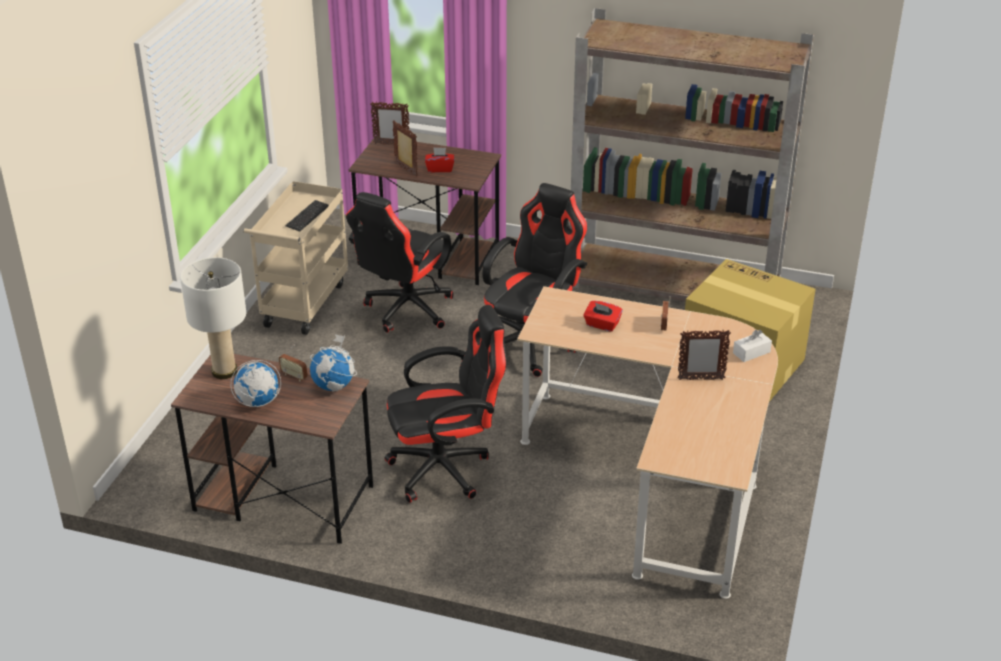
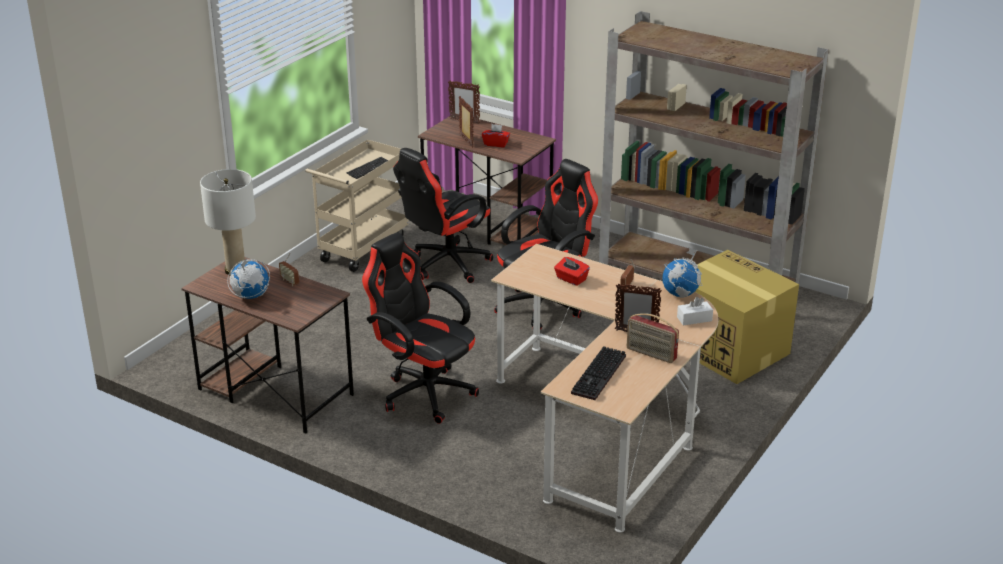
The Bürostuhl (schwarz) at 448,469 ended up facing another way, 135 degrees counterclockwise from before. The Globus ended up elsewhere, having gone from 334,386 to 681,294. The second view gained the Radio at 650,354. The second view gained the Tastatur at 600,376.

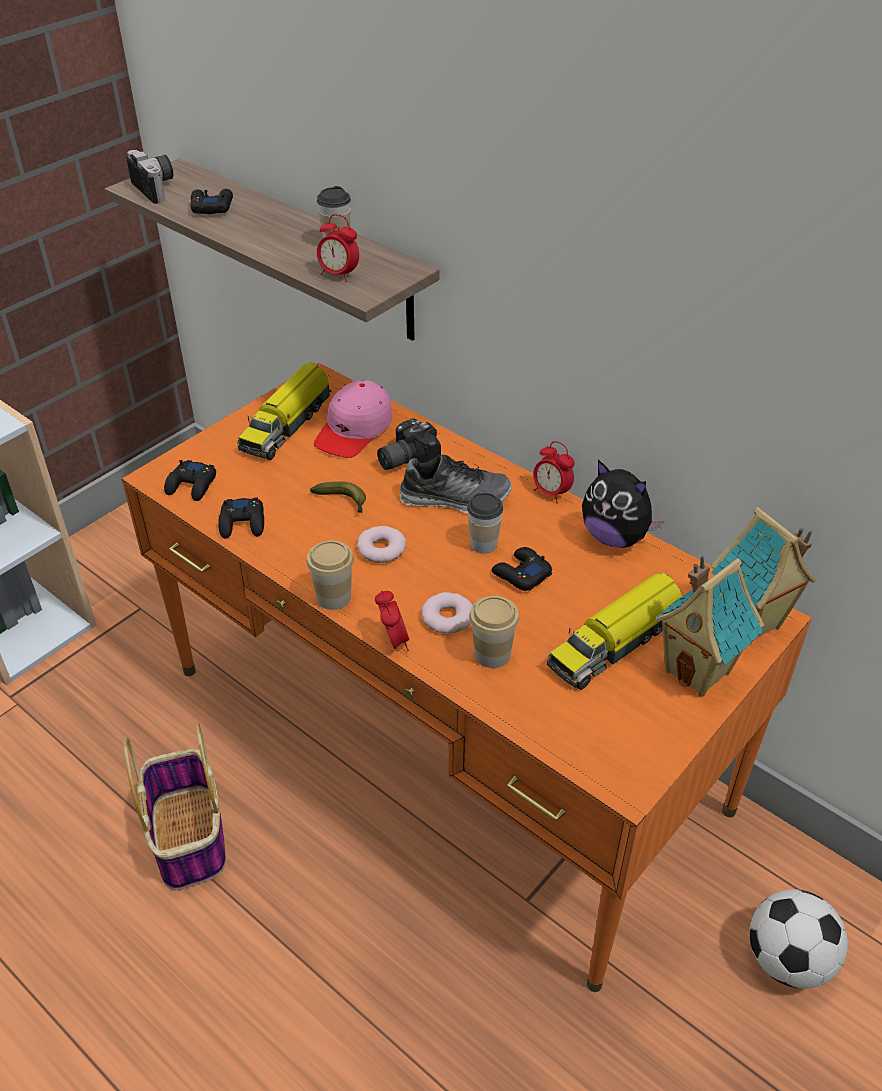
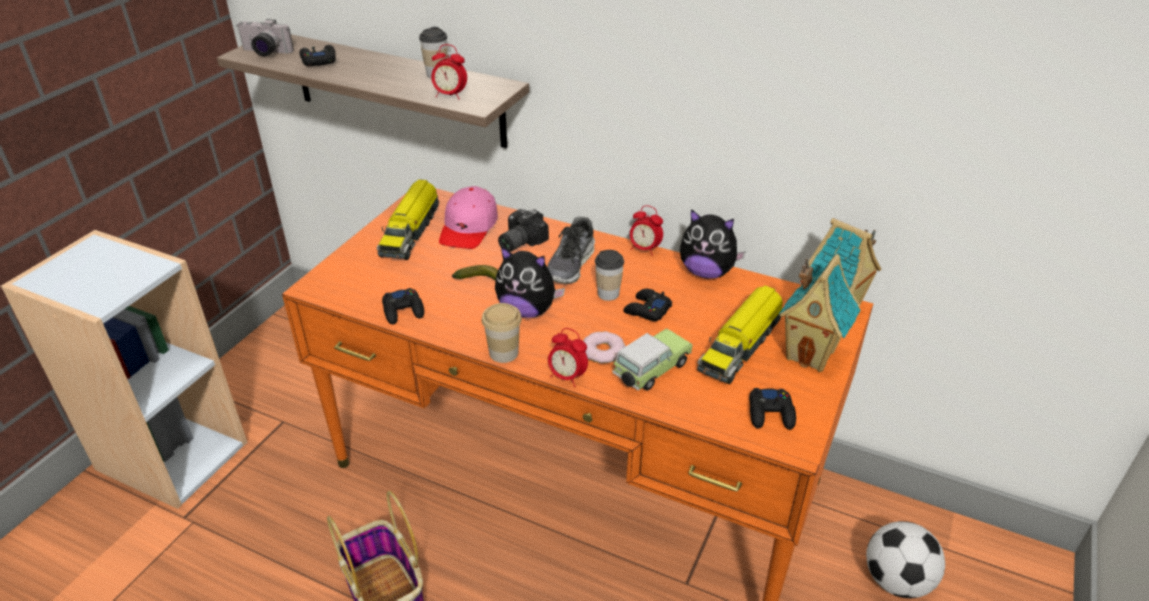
The Kamera at 157,188 ended up facing another way, 150 degrees clockwise from before. The Schuh at 455,498 ended up facing another way, 120 degrees clockwise from before. The Gamepad (schwarz) ended up elsewhere, having gone from 192,486 to 771,414. Where the Donut stood at 381,548, the Plüschtier came to stand at 527,310. The Wecker at 393,641 ended up facing another way, 150 degrees clockwise from before. Where the Tasse stood at 492,654, the Spielzeugauto came to stand at 650,371.

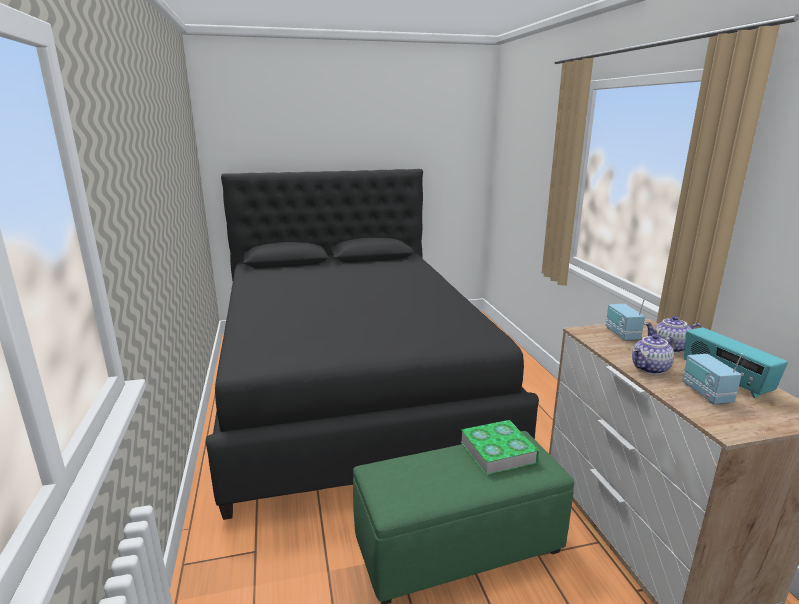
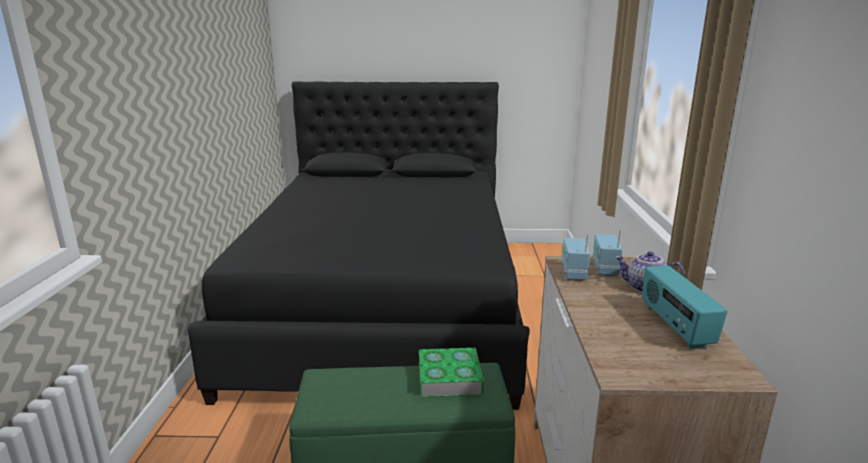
The second view lost the Teekanne at 650,369. The Radio ended up elsewhere, having gone from 706,393 to 573,273.

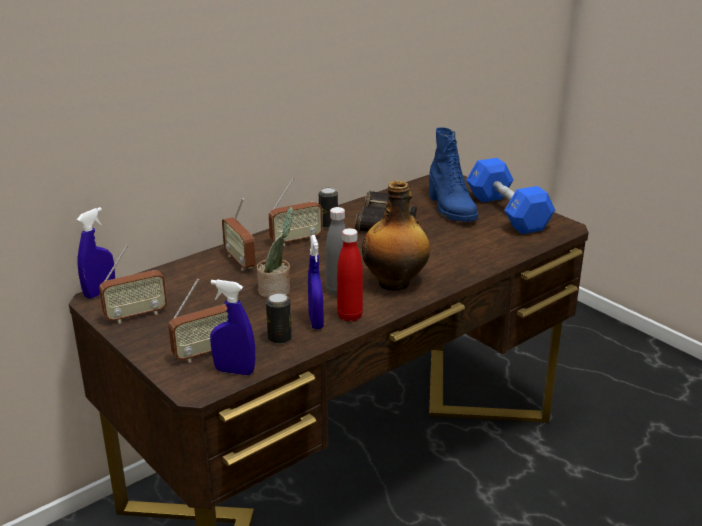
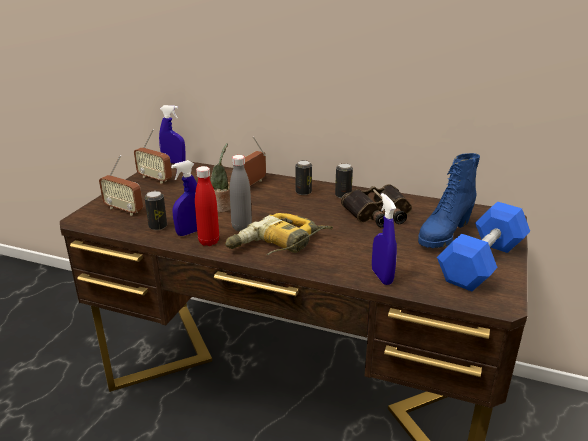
Where the Radio stood at 296,240, the Dose came to stand at 303,192. Where the Flasche stood at 395,283, the Bohrmaschine came to stand at 278,245. The Sprühflasche (blau) ended up elsewhere, having gone from 234,371 to 382,277.

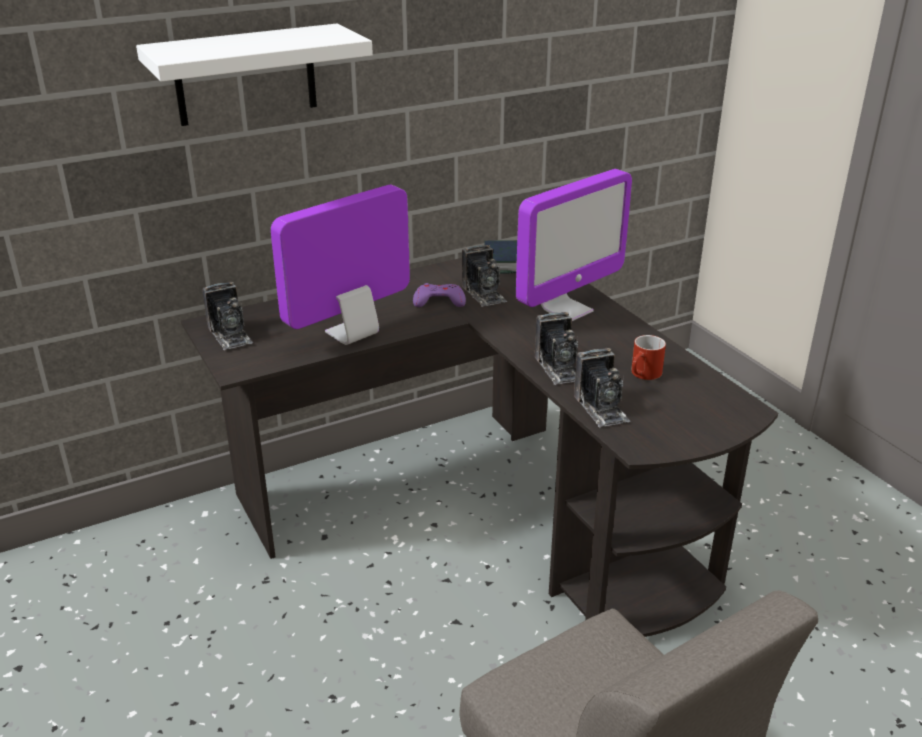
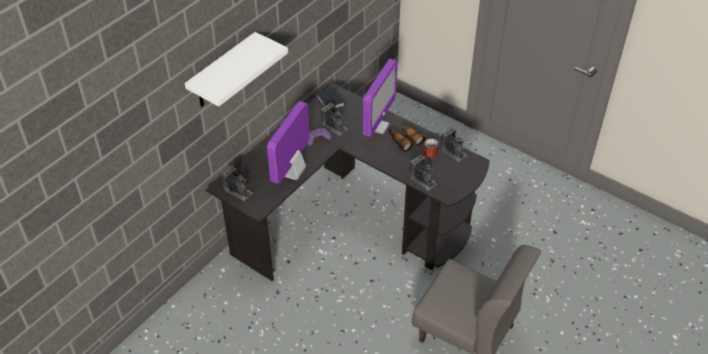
The Kamera ended up elsewhere, having gone from 559,368 to 453,152. The second view gained the Fernglas at 404,140.

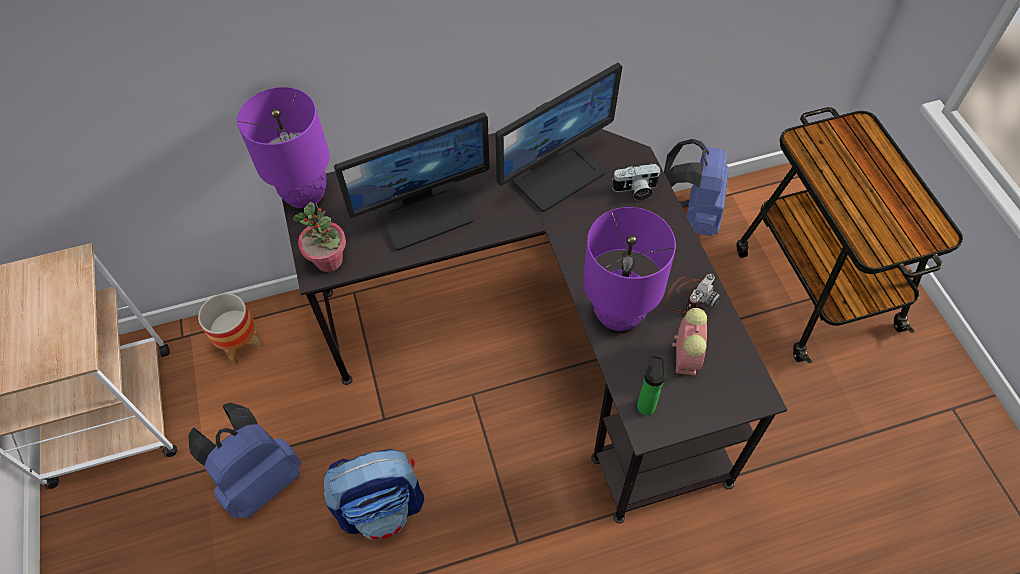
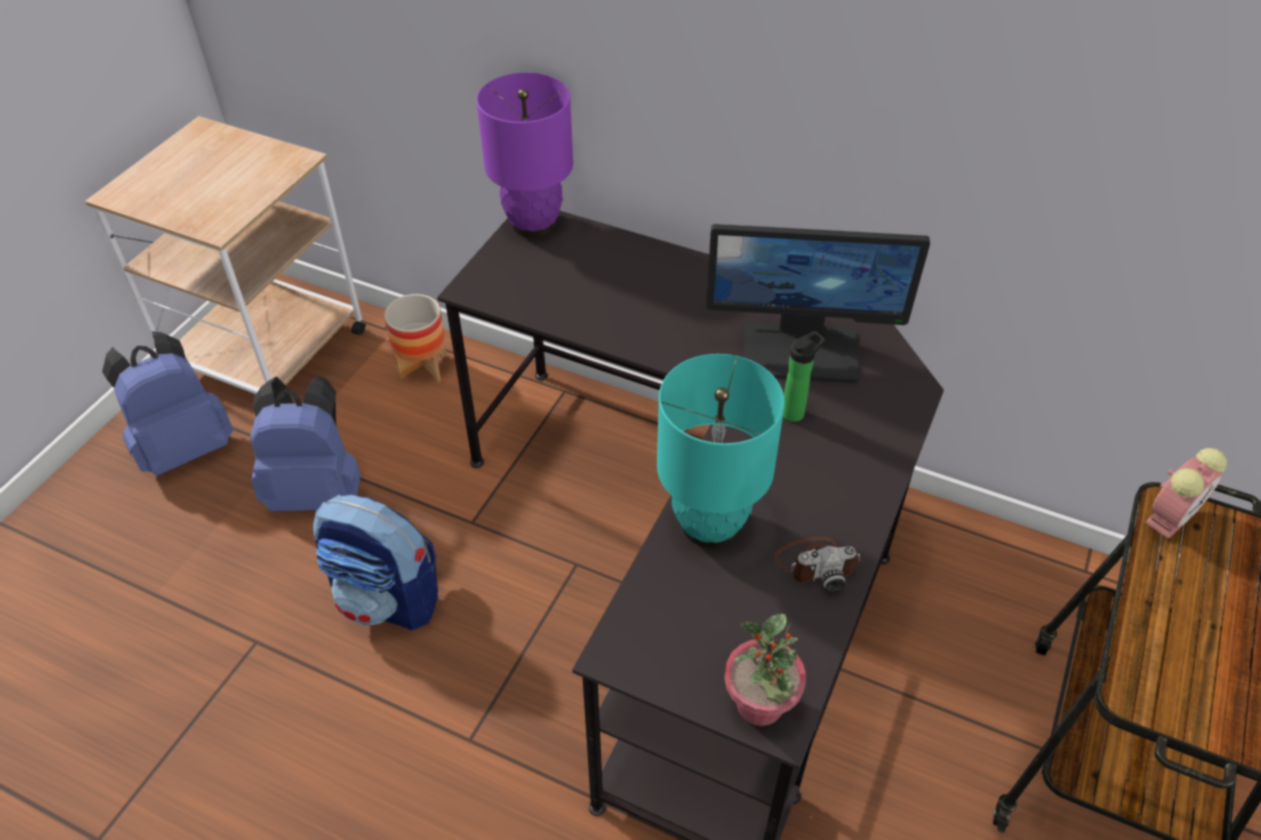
The second view lost the Monitor at 425,214. The Rucksack (blau) ended up elsewhere, having gone from 692,215 to 185,447. The second view lost the Kamera at 636,191. The Topfpflanze ended up elsewhere, having gone from 329,260 to 760,705. What was the Tischlampe (lila) at 617,316 turned into the Tischlampe (türkis) at 709,524. The Wecker ended up elsewhere, having gone from 685,355 to 1171,515. The Flasche ended up elsewhere, having gone from 646,403 to 795,412.

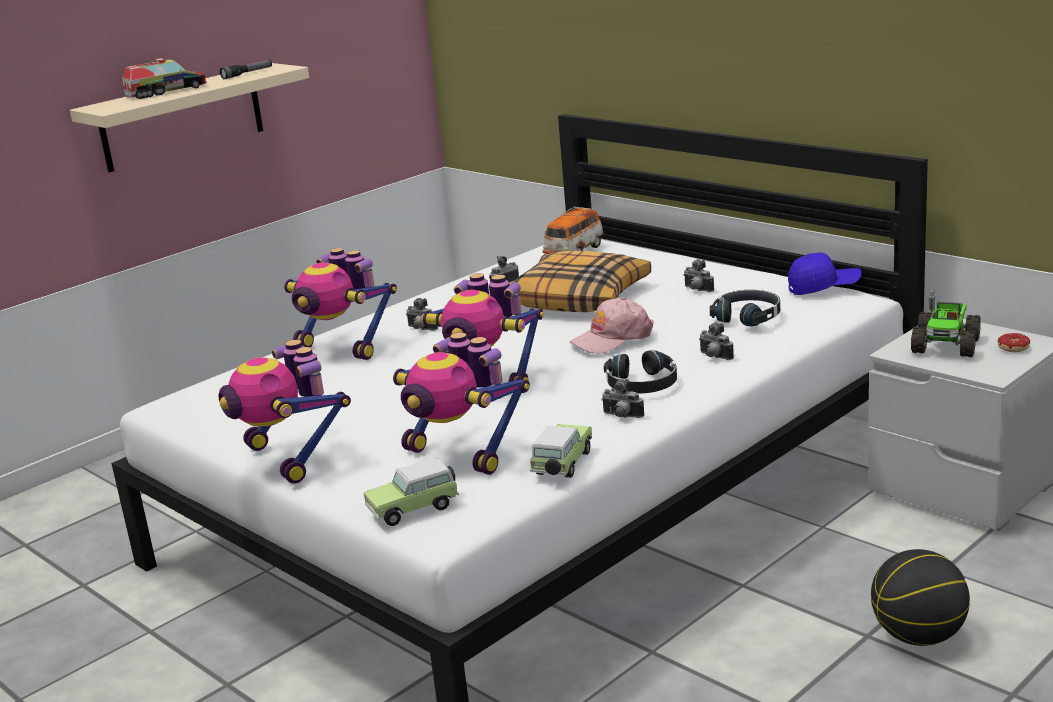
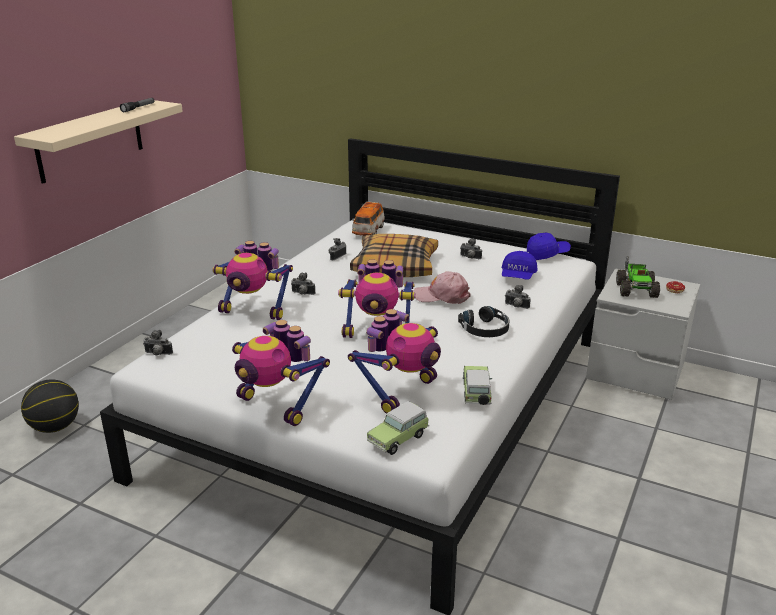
The second view lost the Spielzeuglaster at 166,91. Where the Kopfhörer (schwarz) stood at 748,316, the Kappe (blau) came to stand at 518,276. The Kappe (rosa) at 612,338 ended up facing another way, 60 degrees clockwise from before. The Spielzeugroboter at 461,454 ended up facing another way, 75 degrees counterclockwise from before. The Kamera ended up elsewhere, having gone from 622,416 to 157,354. The Basketball ended up elsewhere, having gone from 919,637 to 55,427.

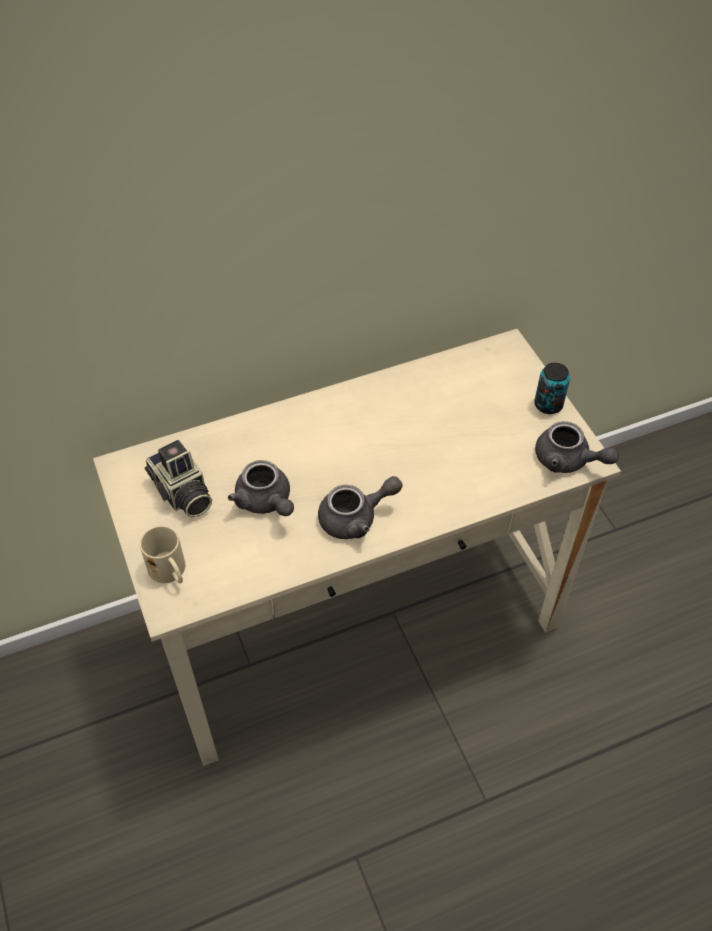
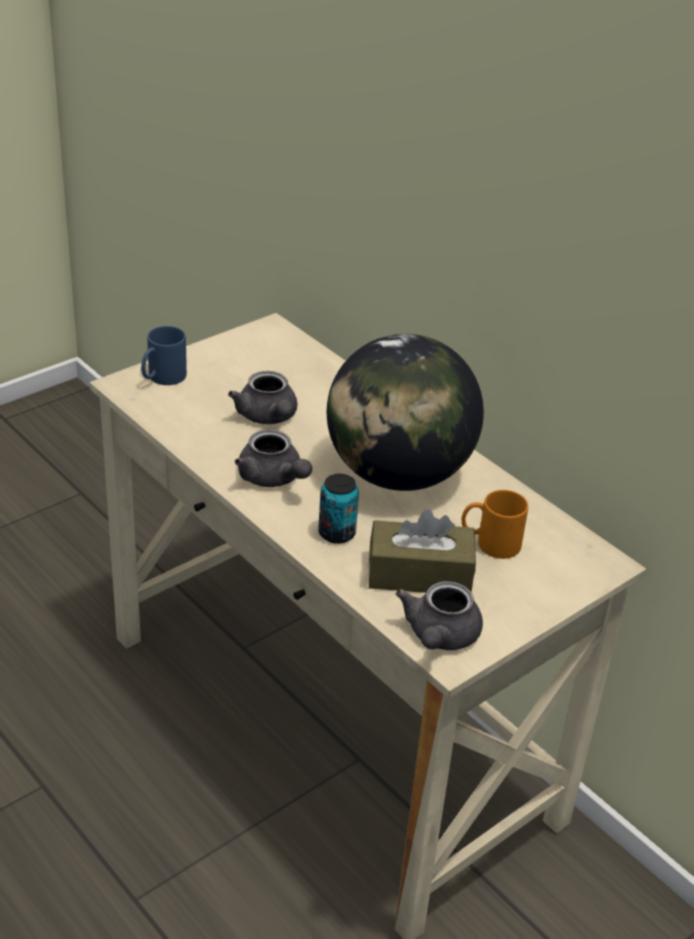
The Dose ended up elsewhere, having gone from 548,405 to 337,533. The second view lost the Kamera at 181,493. The Teekanne (grau) at 266,502 ended up facing another way, 60 degrees counterclockwise from before. What was the Henkelbecher (beige) at 171,572 turned into the Henkelbecher (blau) at 162,378. The second view gained the Globus at 398,474. The second view gained the Henkelbecher (orange) at 489,543. The second view gained the Taschentuchbox (braun) at 419,574.

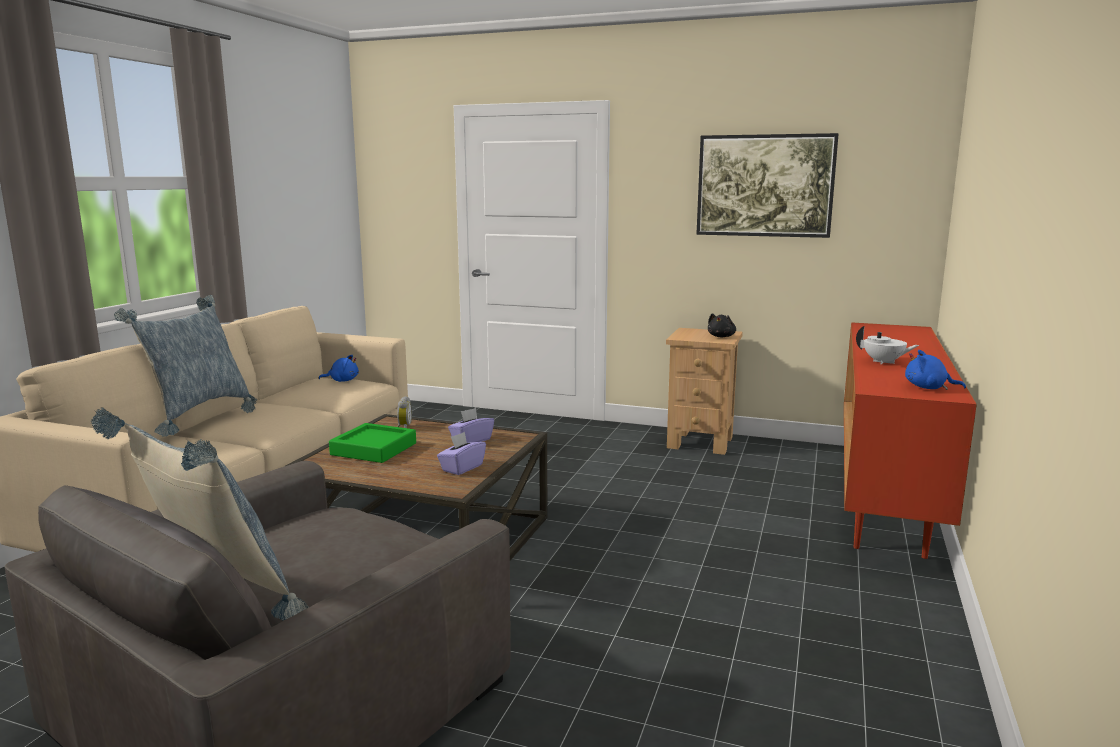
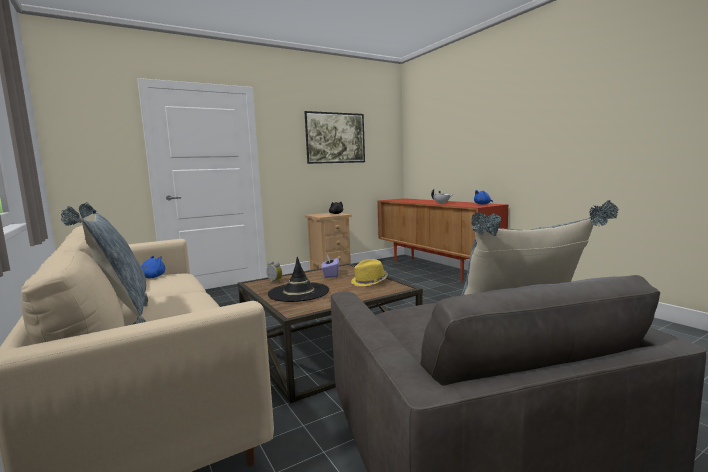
Where the Tablett (grün) stood at 374,449, the Hut (schwarz) came to stand at 298,292. Where the Taschentuchbox (lila) stood at 462,468, the Hut (gelb) came to stand at 369,282.

